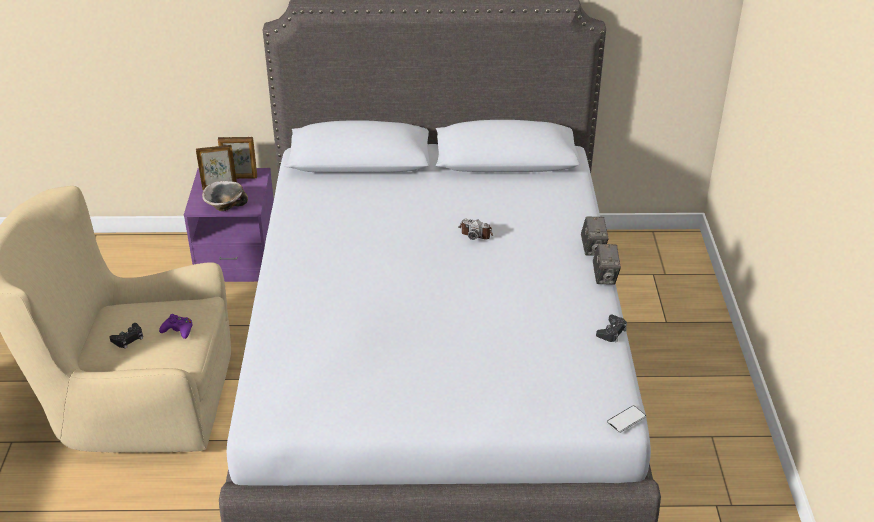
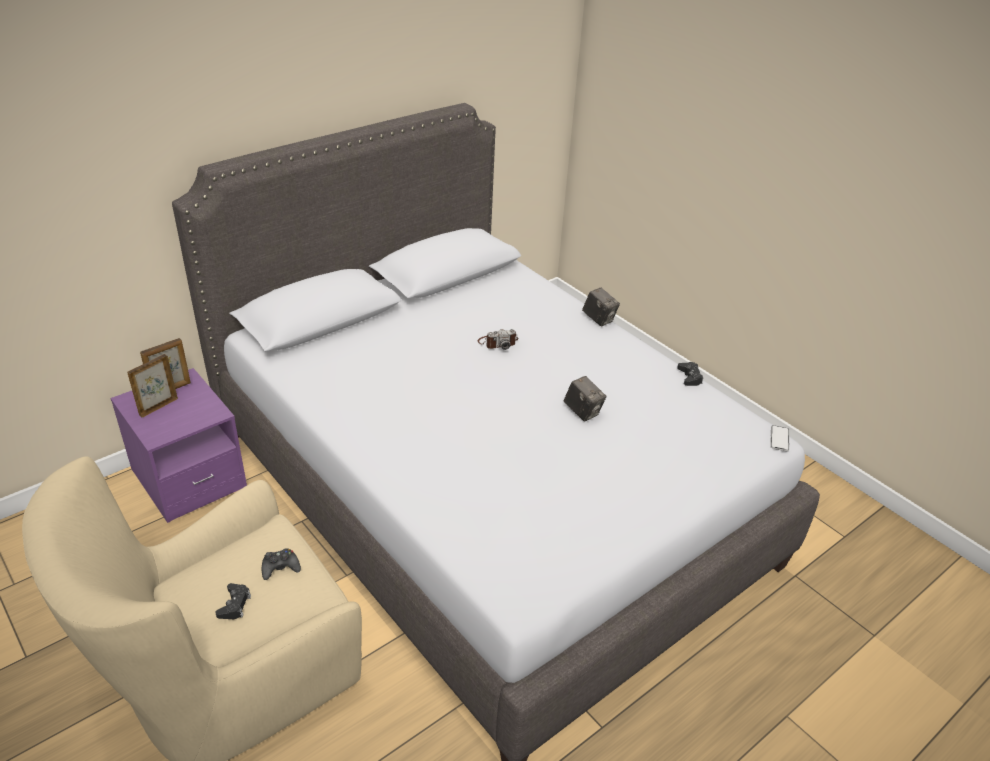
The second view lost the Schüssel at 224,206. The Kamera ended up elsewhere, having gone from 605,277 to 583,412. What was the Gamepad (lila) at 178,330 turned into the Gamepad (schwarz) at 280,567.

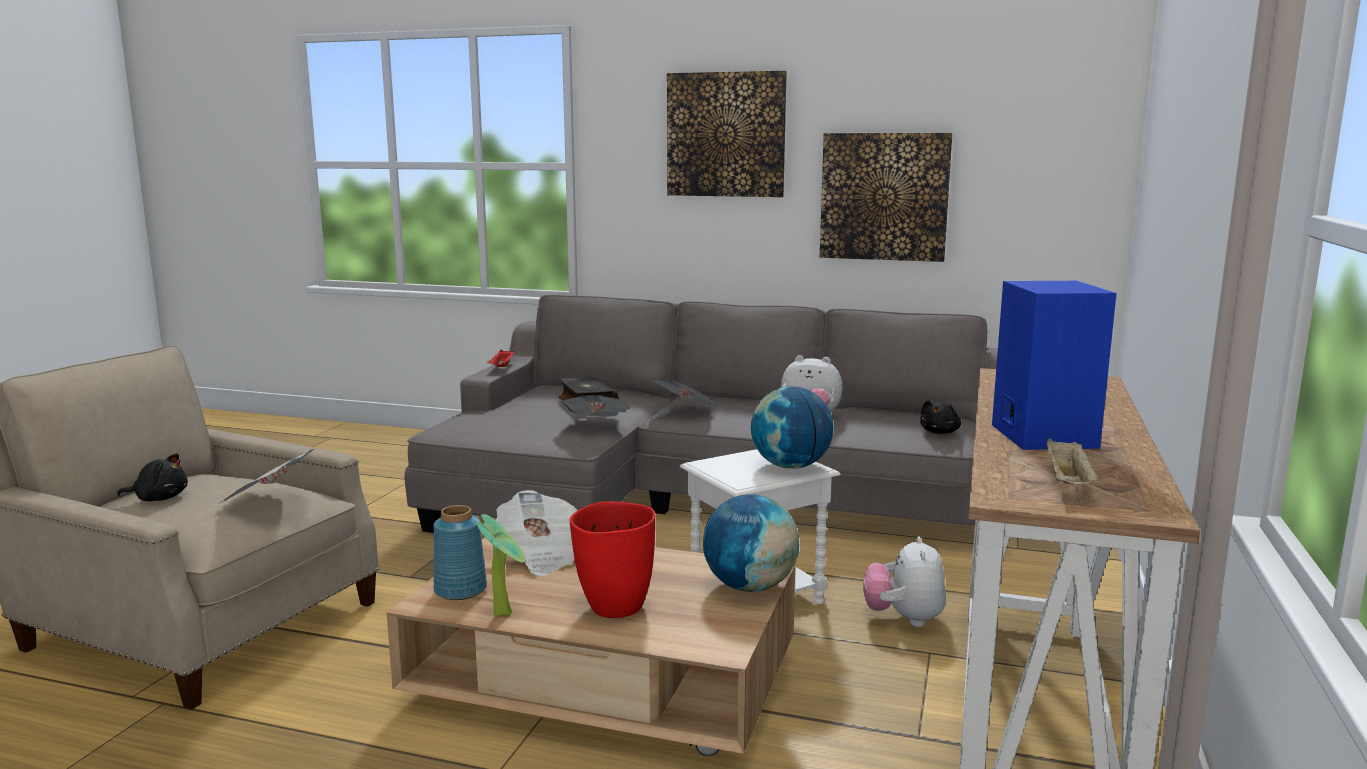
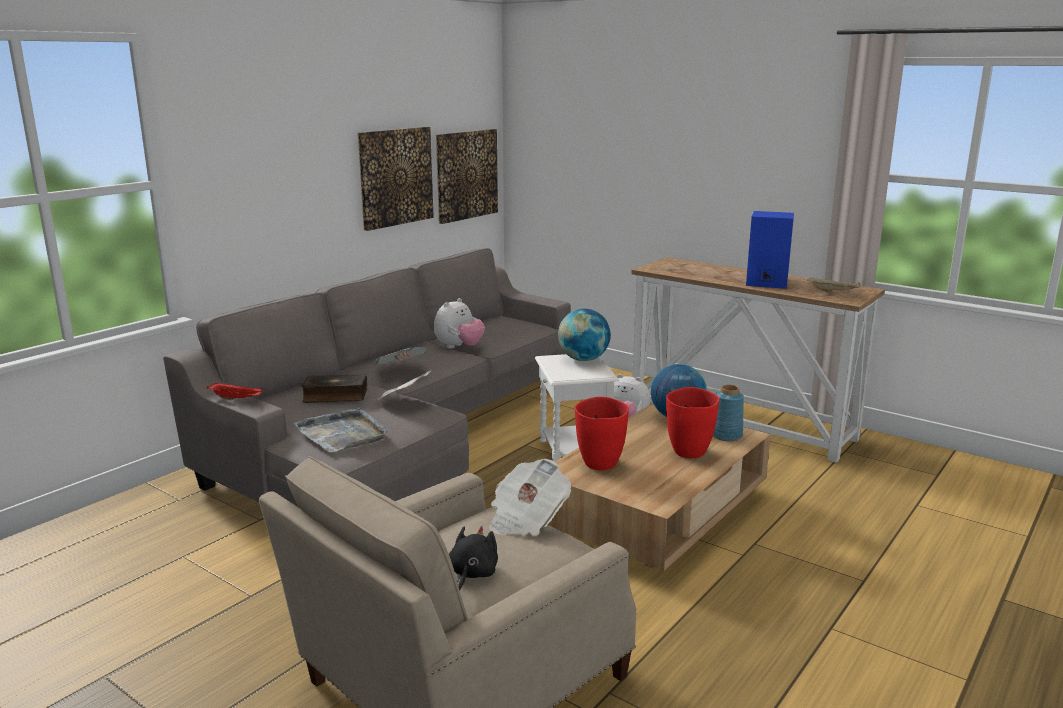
The Bild ended up elsewhere, having gone from 726,135 to 466,175. The second view lost the Plüschtier (schwarz) at 940,432. Where the Zeitung stood at 541,556, the Vase (rot) came to stand at 600,464. The Vase (blau) ended up elsewhere, having gone from 461,589 to 726,435. The second view lost the Topfpflanze at 505,612. The second view gained the Tablett (grau) at 343,434.

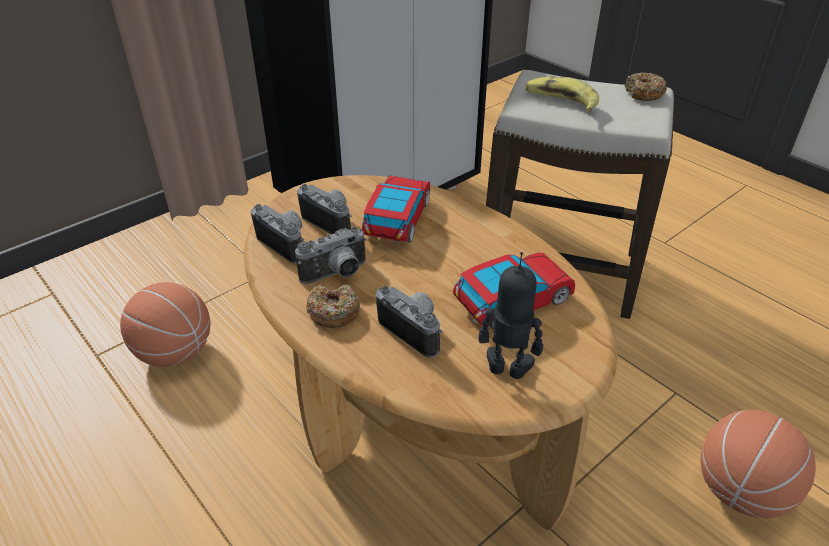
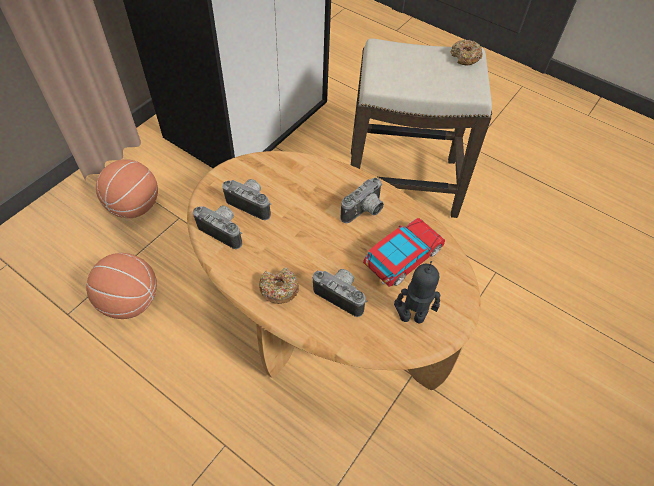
The second view lost the Banane at 560,102. The second view lost the Spielzeugauto at 398,220. The Kamera ended up elsewhere, having gone from 337,275 to 364,212. The Basketball ended up elsewhere, having gone from 741,490 to 135,206.

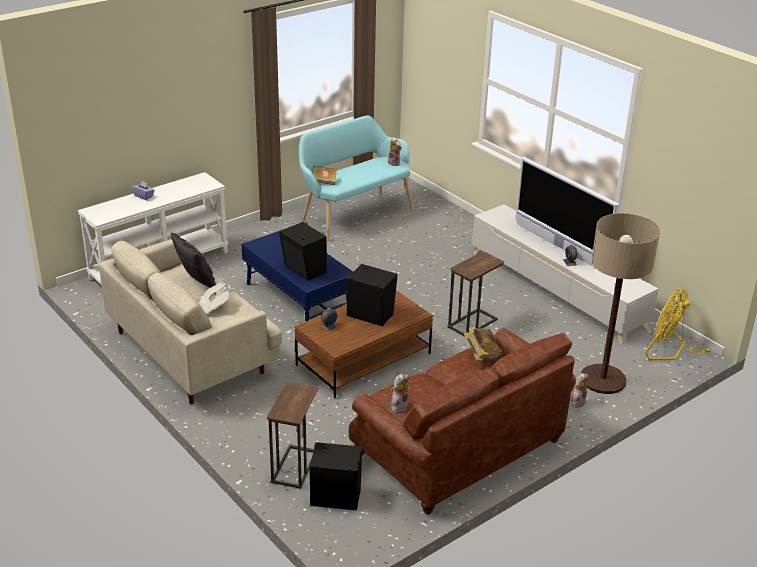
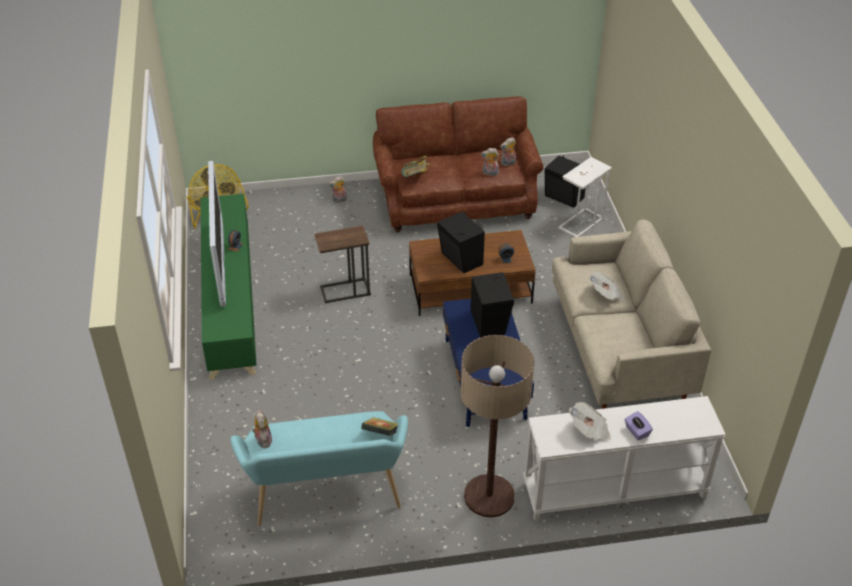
What was the Fernsehschrank (weiß) at 556,289 turned into the Fernsehschrank (grün) at 230,299. The Stehlampe ended up elsewhere, having gone from 603,380 to 489,496. The second view lost the Kissen (schwarz) at 196,283. What was the Beistelltisch (braun) at 295,467 turned into the Beistelltisch (weiß) at 581,223. The second view gained the Plüschtier at 490,173. The second view gained the Zeitung at 589,430.

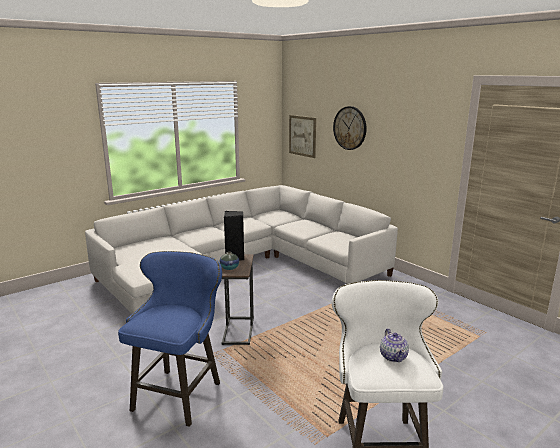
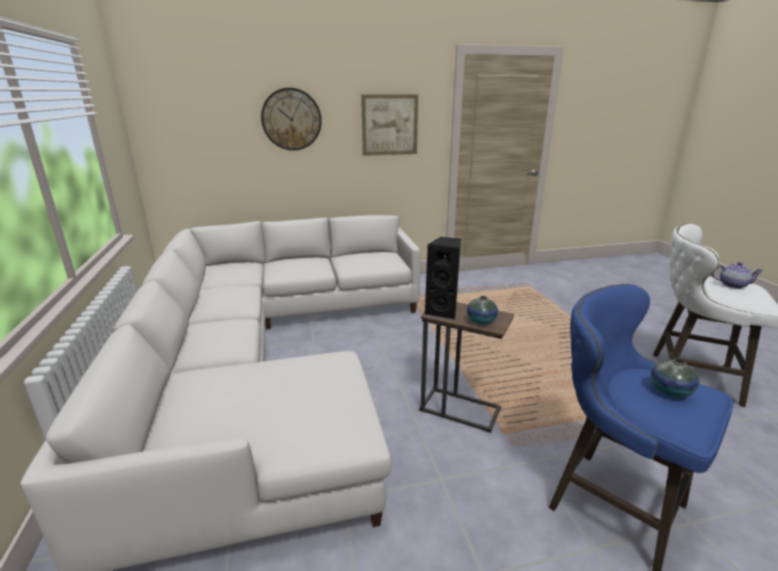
The Bild ended up elsewhere, having gone from 302,136 to 389,125. The second view gained the Vase at 670,391.

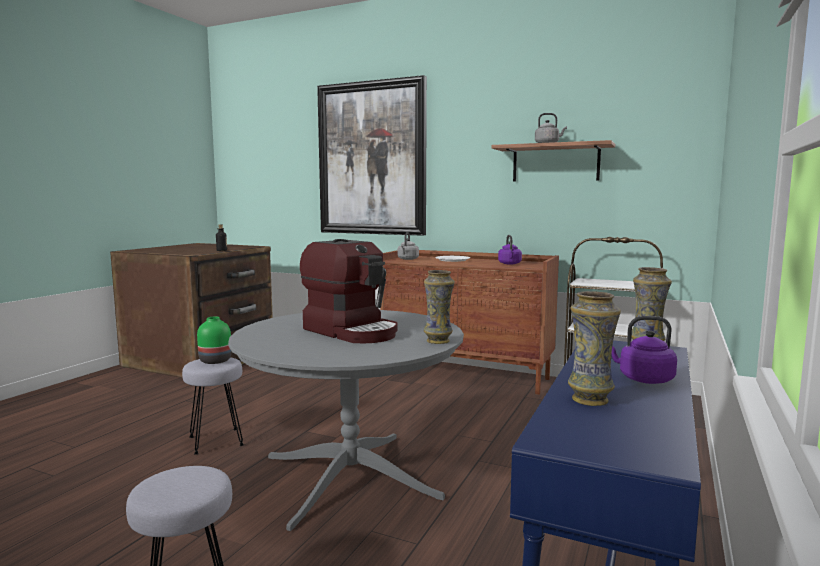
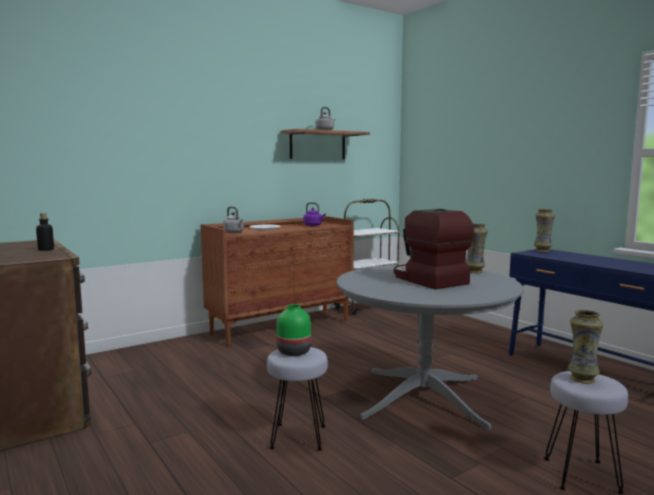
The second view lost the Bild at 372,159. The Kaffeemaschine at 352,331 ended up facing another way, 105 degrees counterclockwise from before. The Vase ended up elsewhere, having gone from 590,399 to 582,379. The second view lost the Wasserkessel (lila) at 643,379.

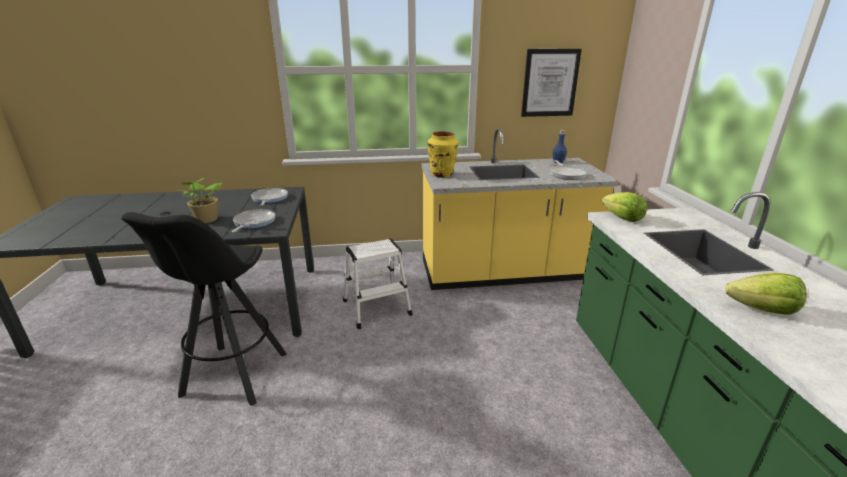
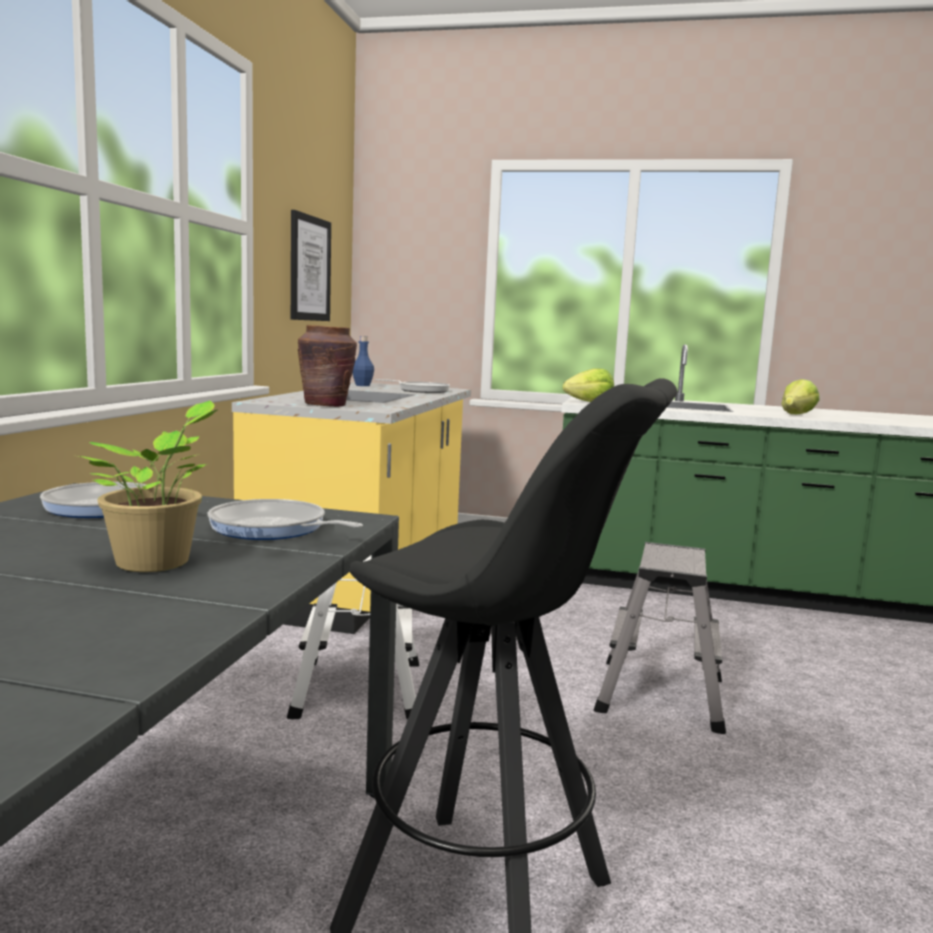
What was the Vase (gelb) at 442,174 turned into the Vase (braun) at 326,405. The second view gained the Trittleiter (grau) at 660,695.

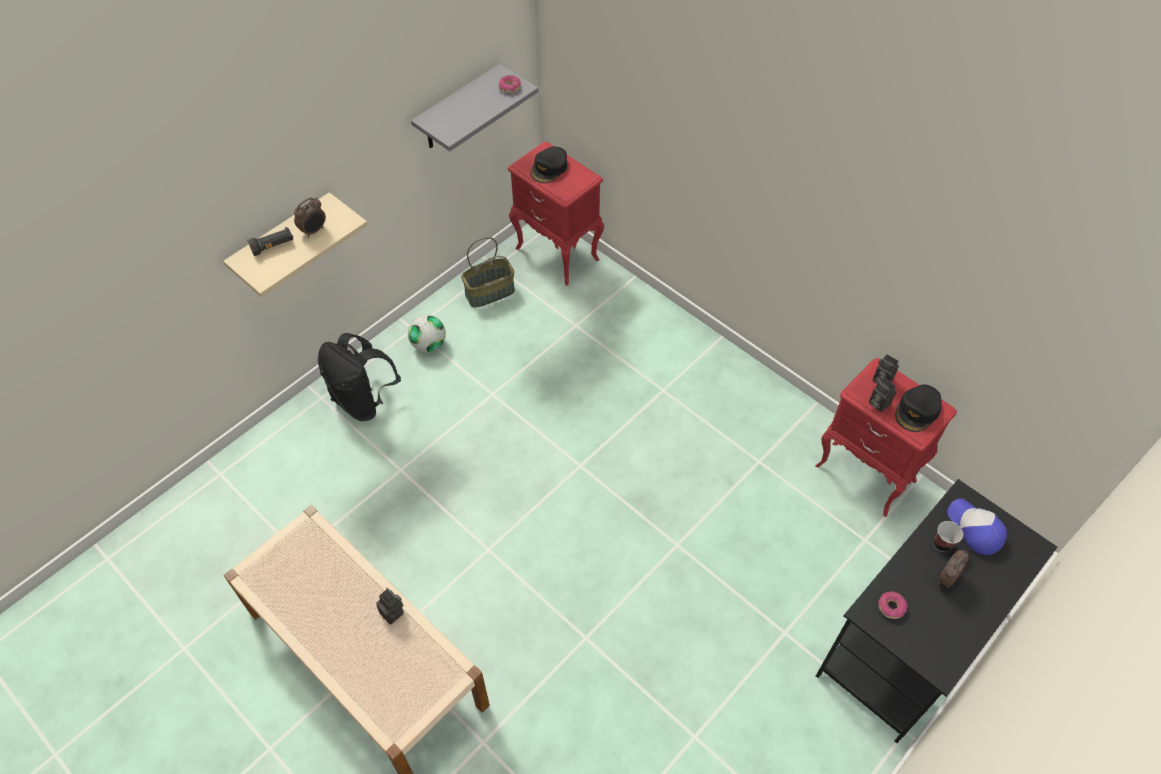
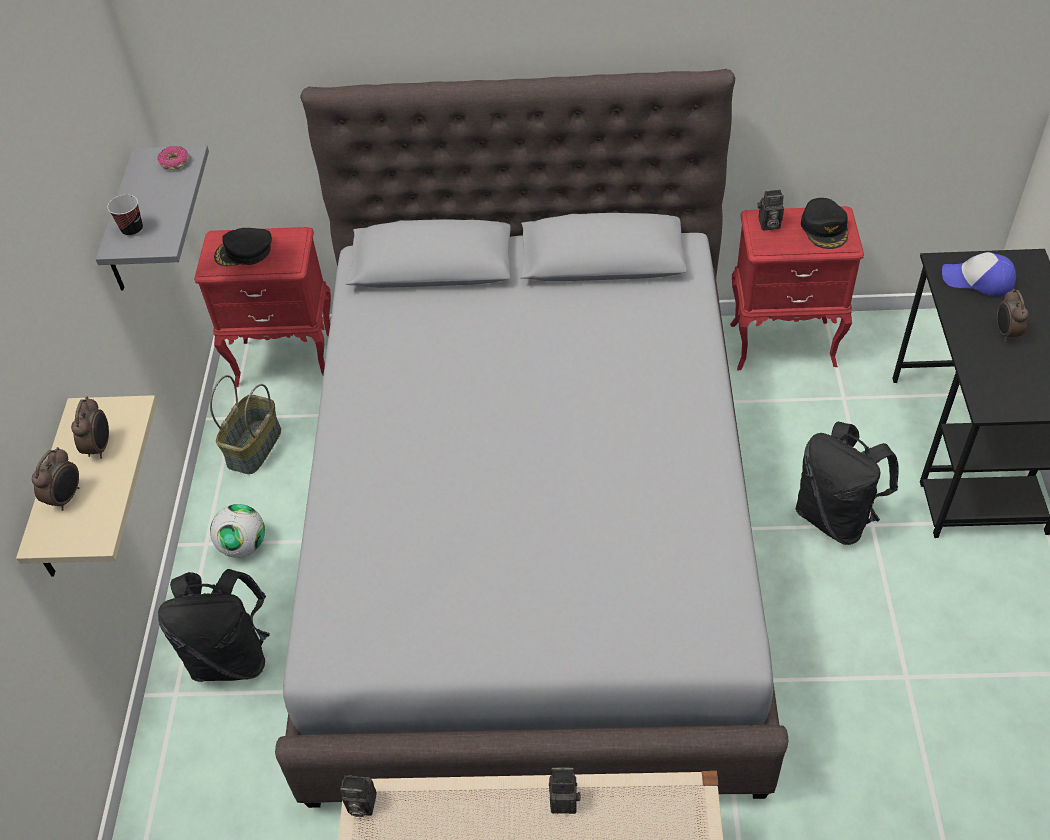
The Kappe (schwarz) at 549,168 ended up facing another way, 90 degrees clockwise from before. Where the Taschenlampe (schwarz) stood at 273,246, the Wecker came to stand at 67,497. The Kamera ended up elsewhere, having gone from 877,403 to 360,804. The Tasse ended up elsewhere, having gone from 942,544 to 132,230. The second view lost the Donut at 891,607. The second view gained the Bett (grau) at 534,530. The second view gained the Rucksack (schwarz) at 835,517.

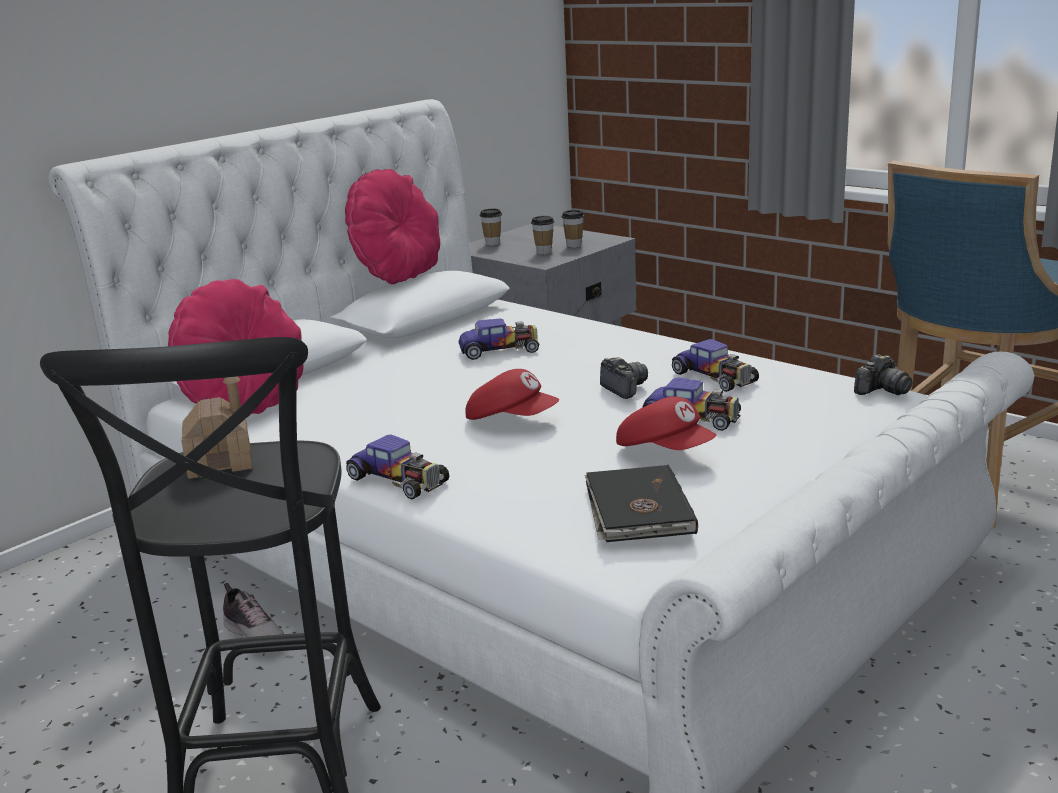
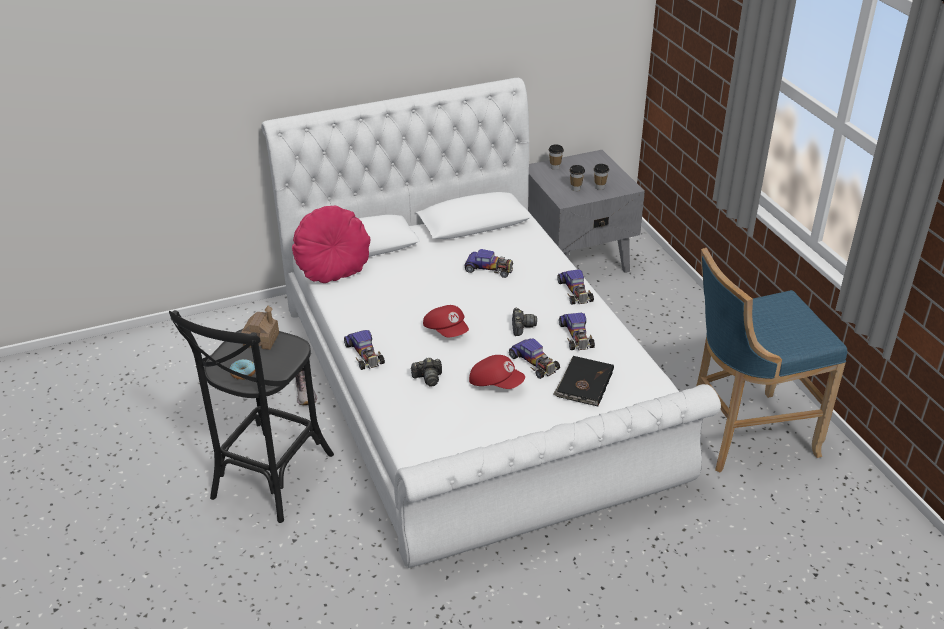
The second view lost the Kissen (rosa) at 398,277. The Kamera ended up elsewhere, having gone from 882,390 to 428,378. The Kappe (rot) at 665,450 ended up facing another way, 45 degrees counterclockwise from before. The Buch (schwarz) ended up elsewhere, having gone from 637,510 to 583,383. The second view gained the Spielzeugauto at 575,291. The second view gained the Donut at 243,373.

